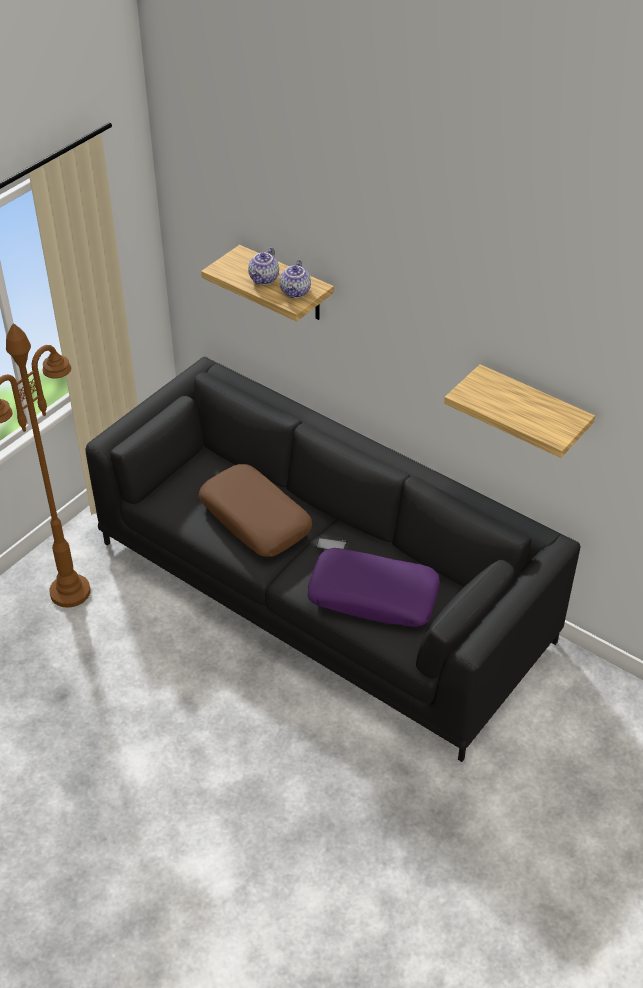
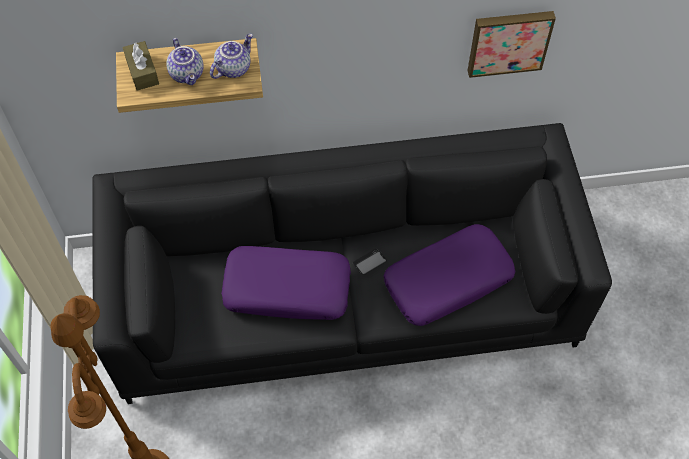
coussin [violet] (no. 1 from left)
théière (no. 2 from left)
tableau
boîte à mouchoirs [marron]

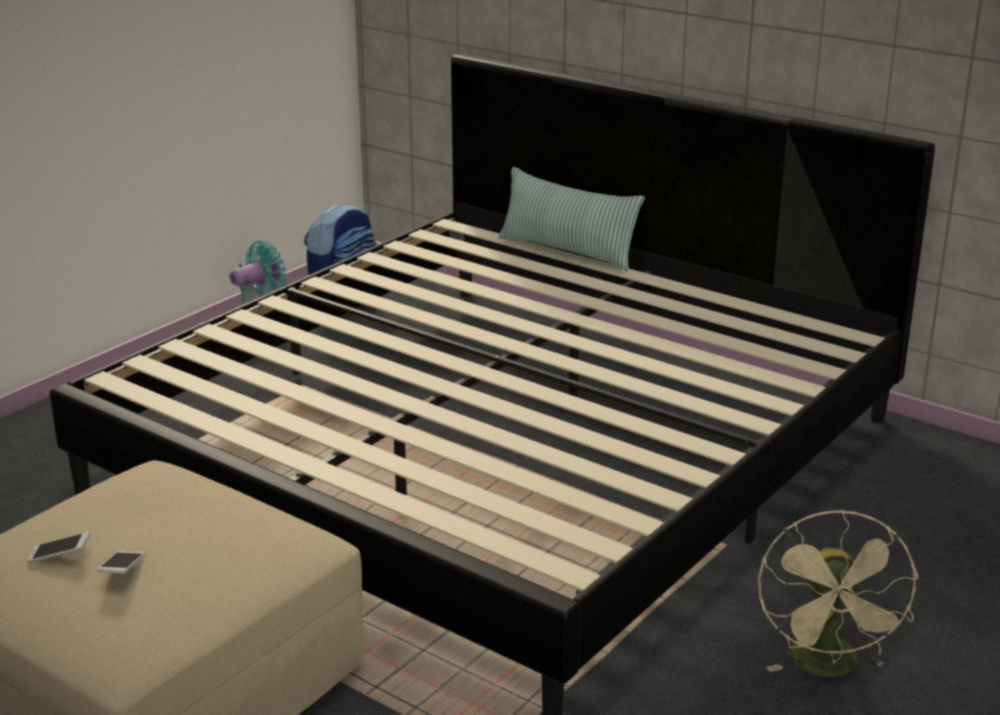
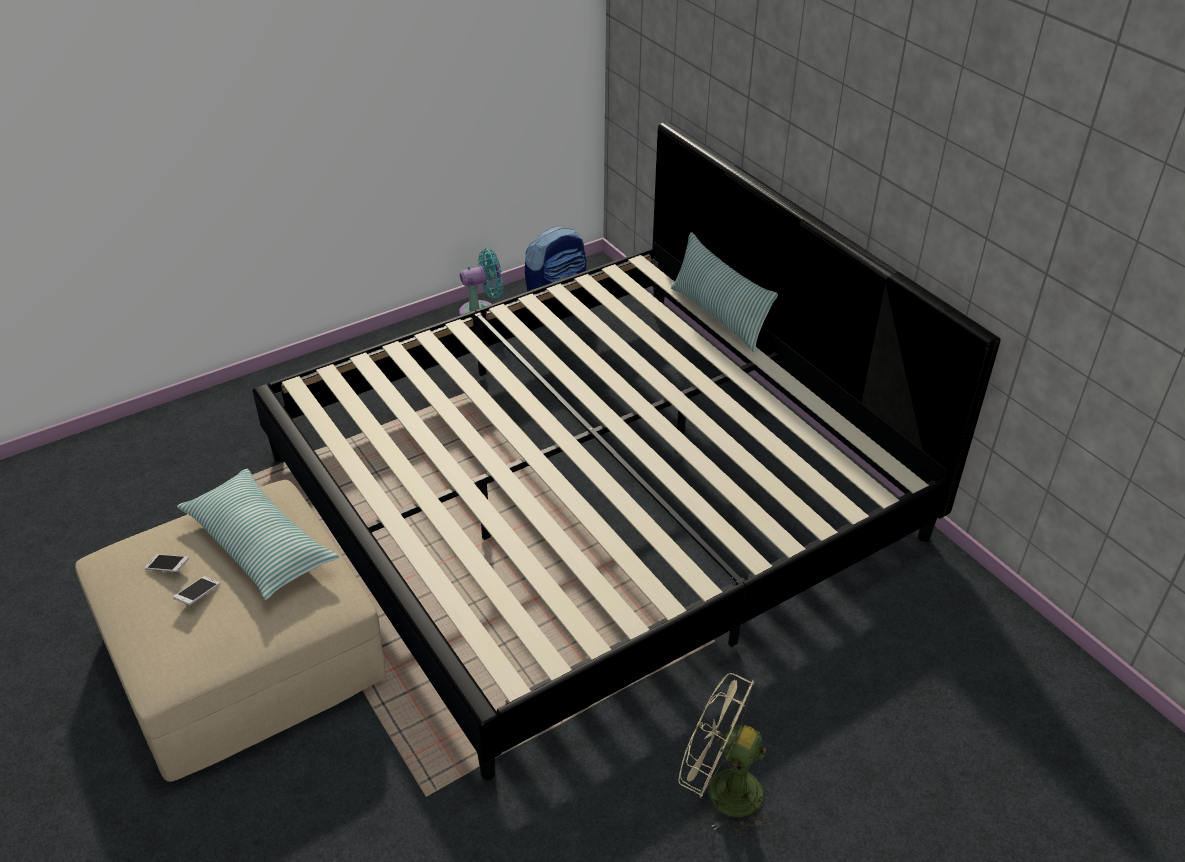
ventilateur [beige]
coussin (no. 1 from left)

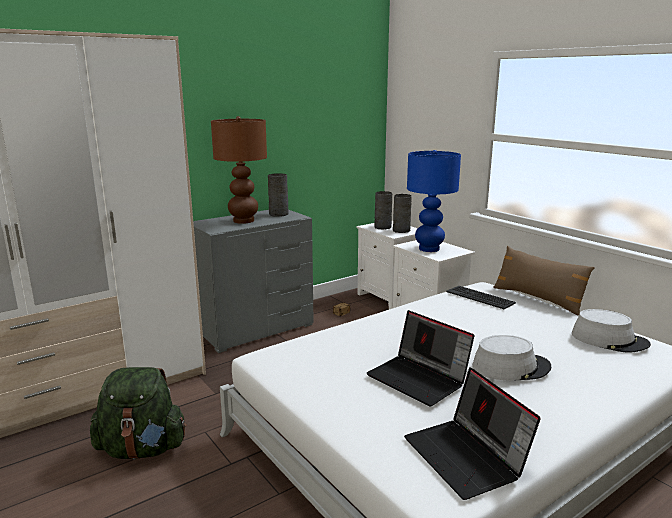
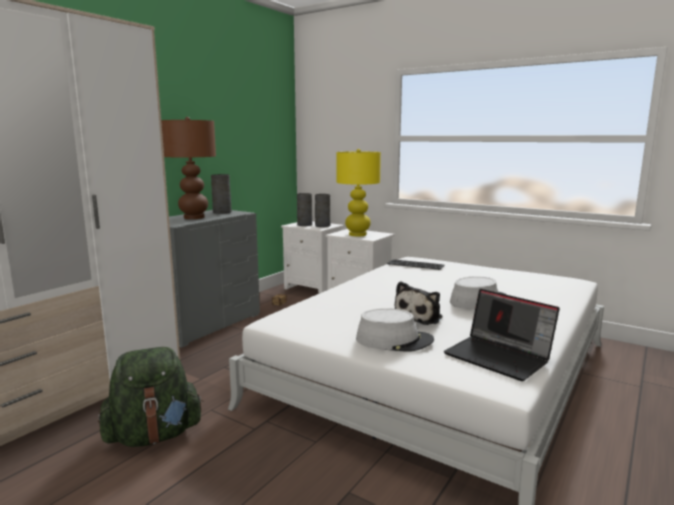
peluche
lampe de table [jaune]
coussin [marron]
chapeau [gris] (no. 1 from left)

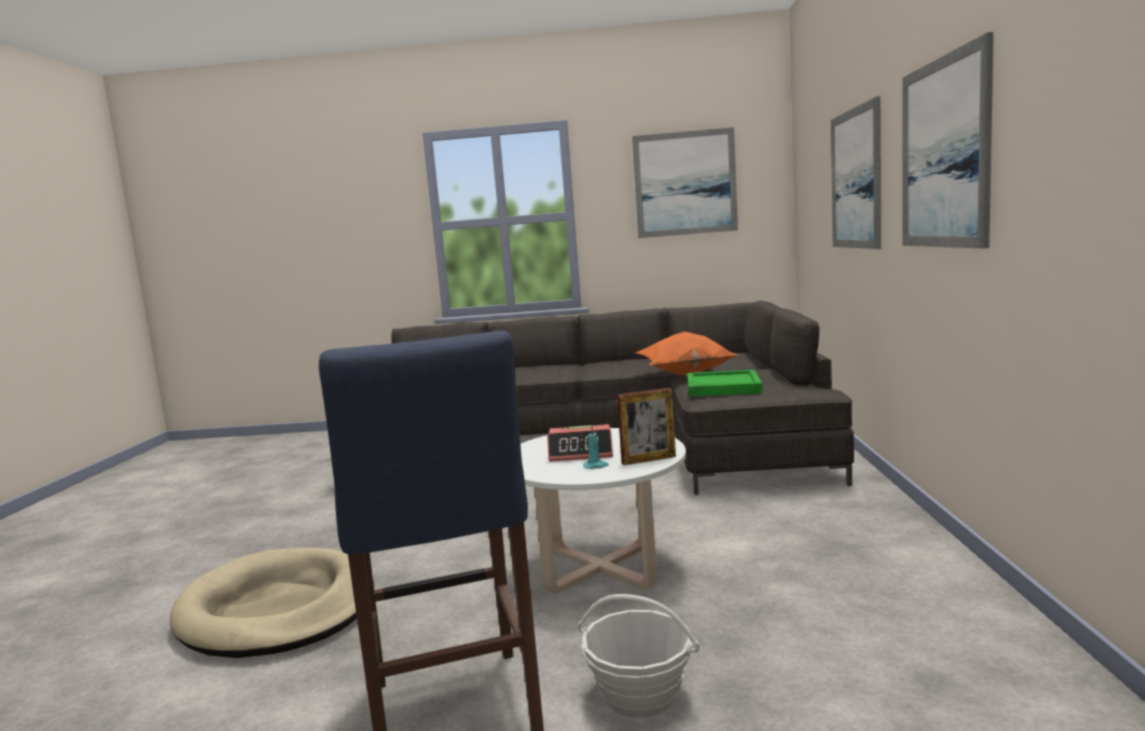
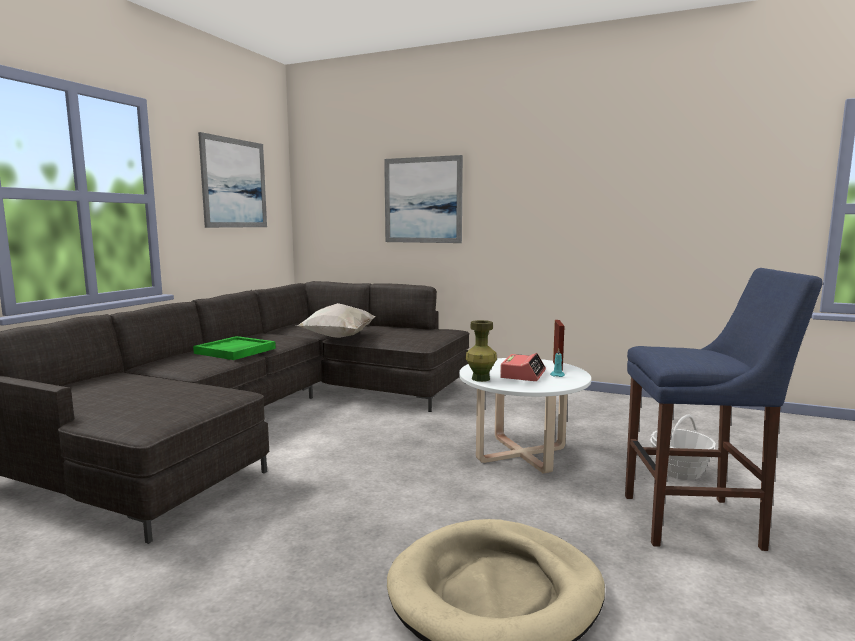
coussin [blanc]
plateau [vert]
tableau (no. 3 from left in the first image)
vase [vert]

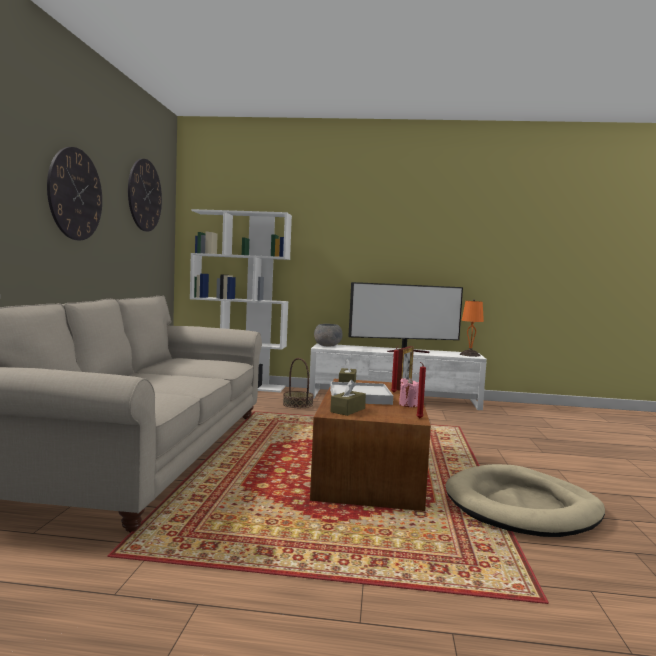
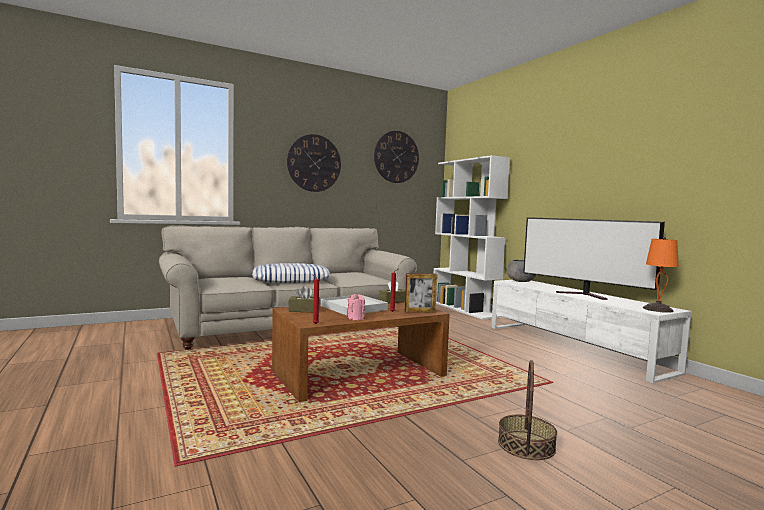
panier
panier pour chien [beige]
coussin

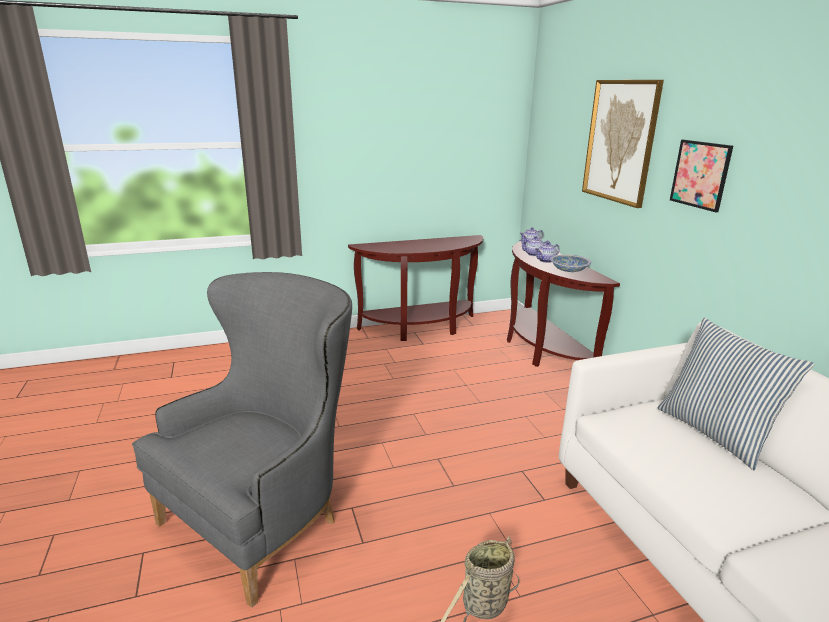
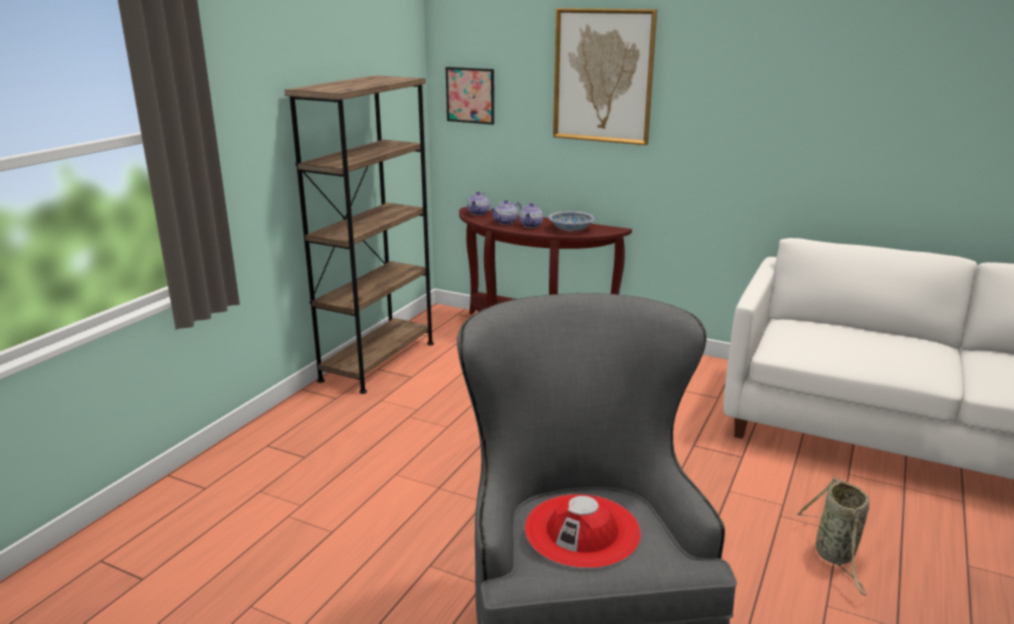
bibliothèque [marron]
coussin
tableau (no. 1 from left)
chapeau [rouge]

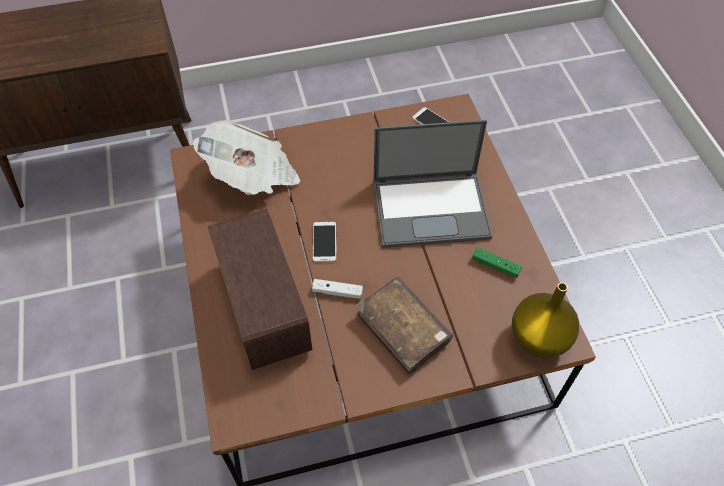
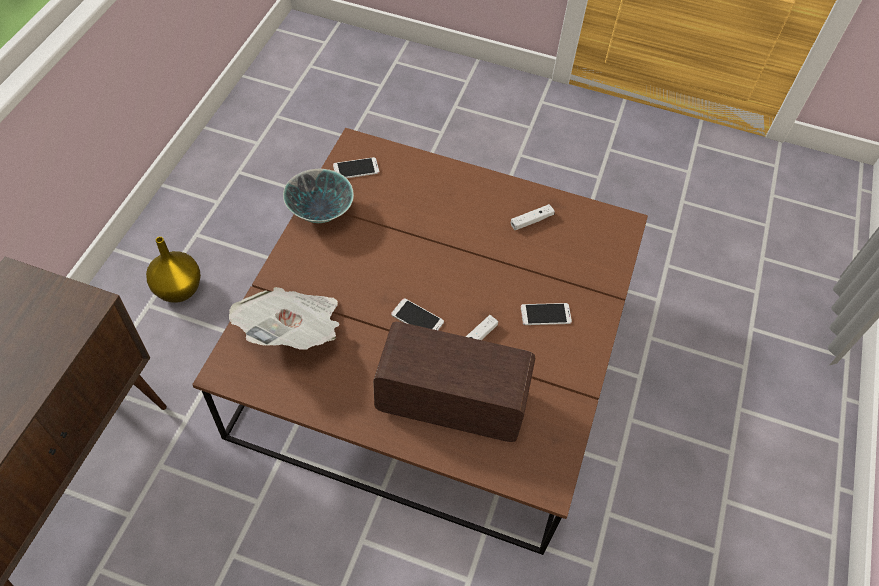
téléphone (no. 3 from left)
ordinateur portable
manette [blanc] (no. 2 from left)
vase [jaune]
bol

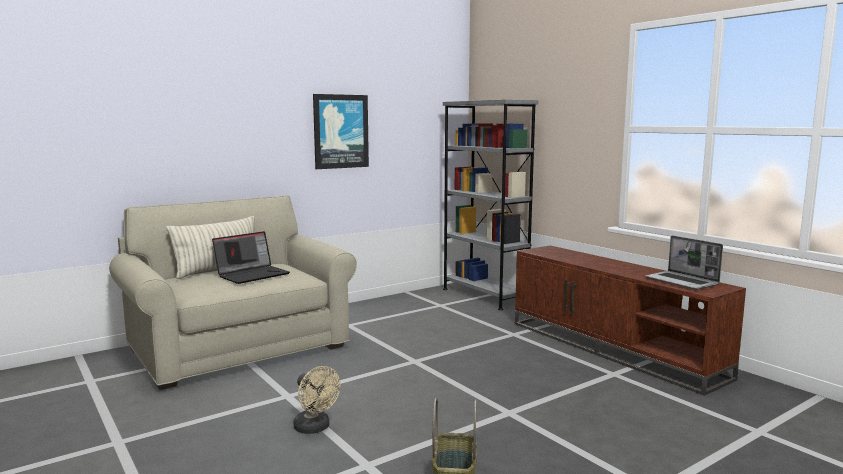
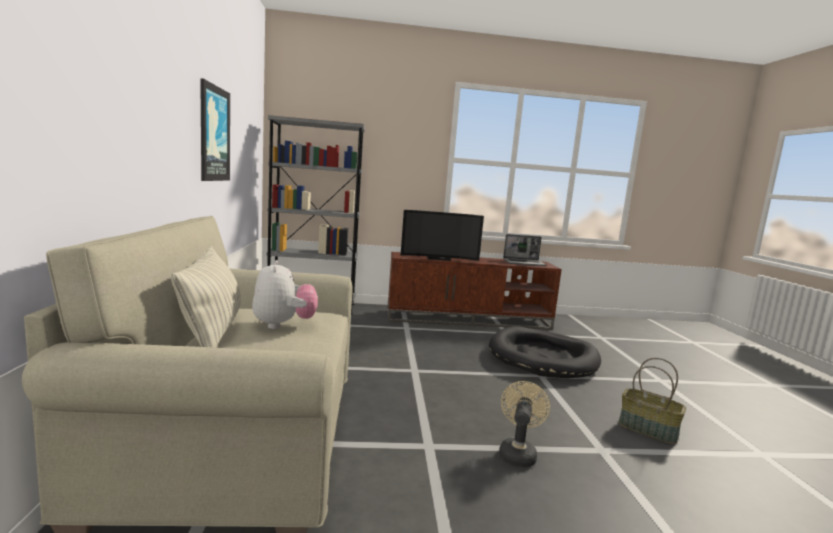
peluche
ventilateur [beige]
téléviseur
panier pour chien [noir]

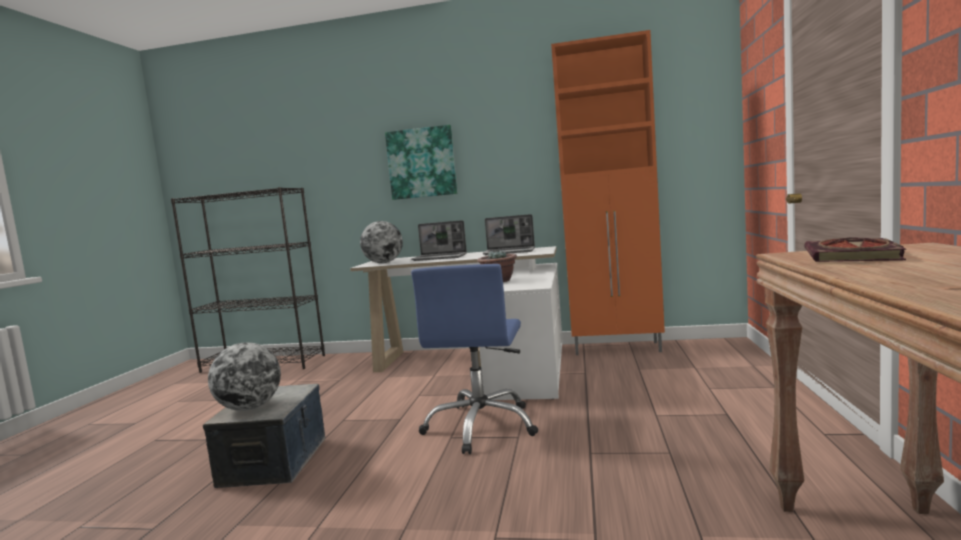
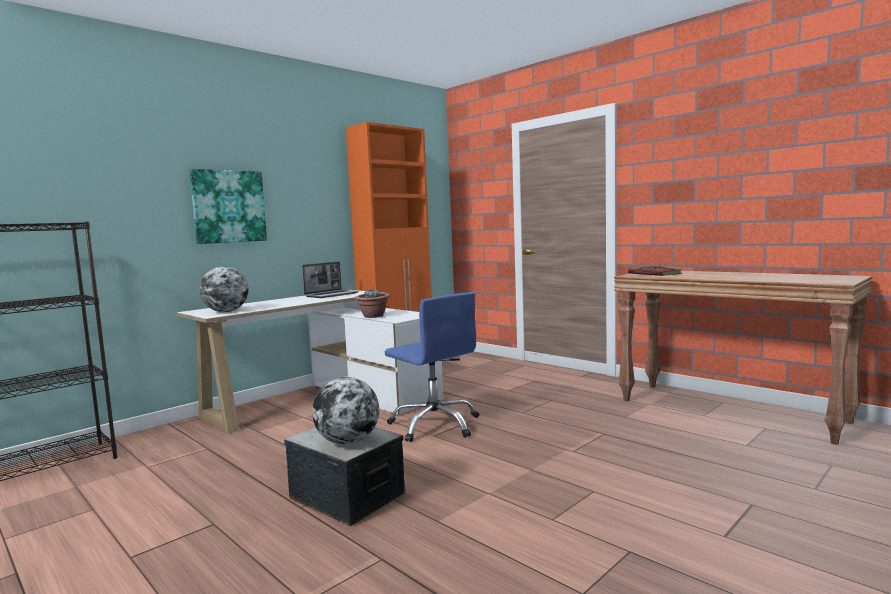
ordinateur portable (no. 1 from left in the first image)

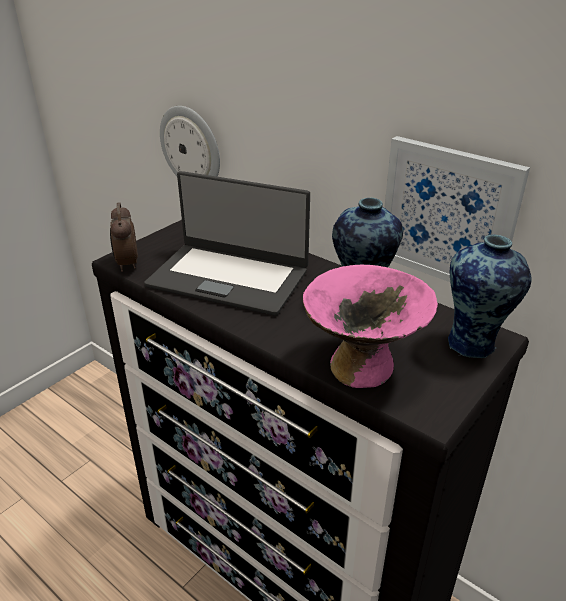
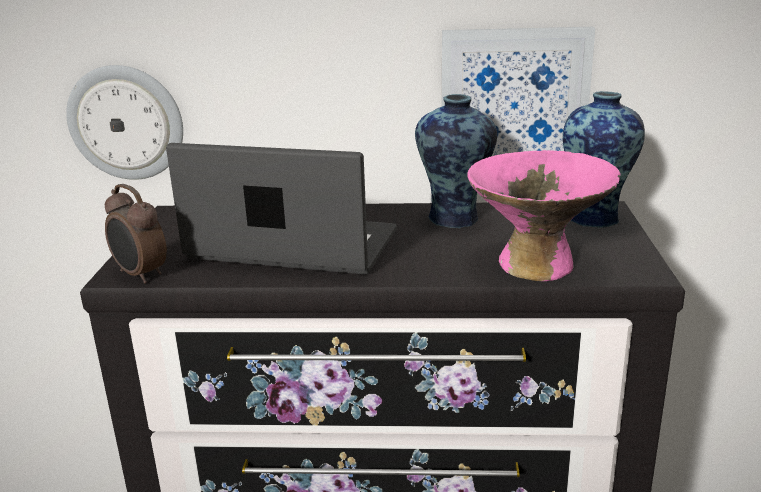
ordinateur portable

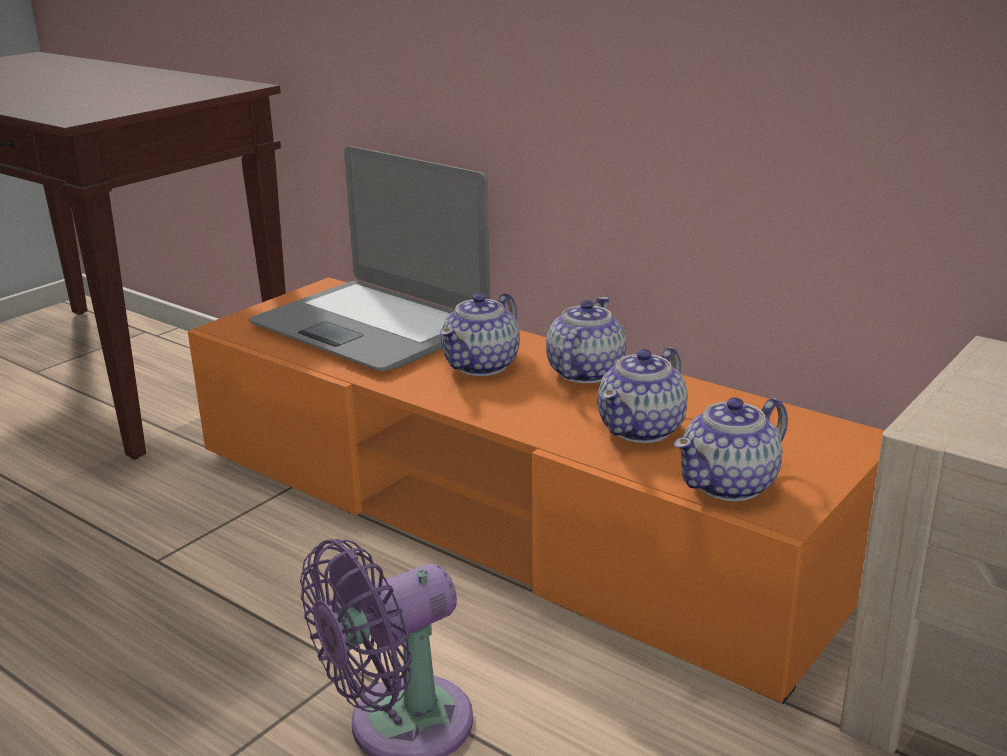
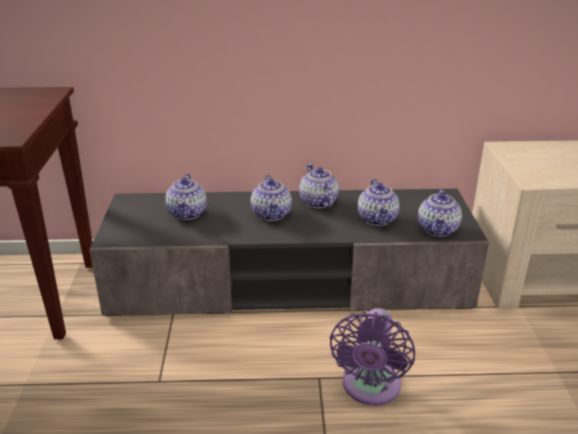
meuble télé [gris]
théière (no. 1 from left)

